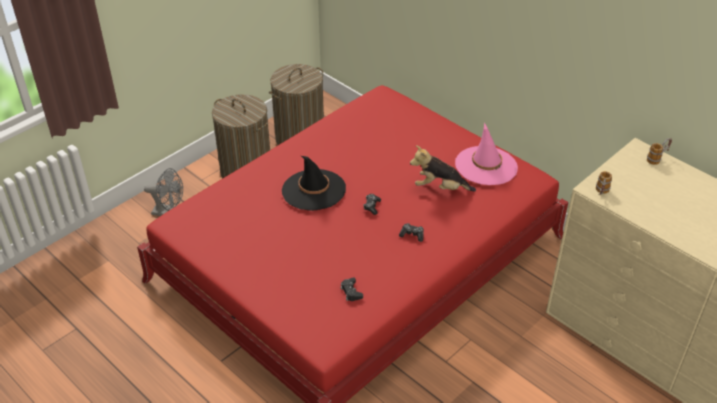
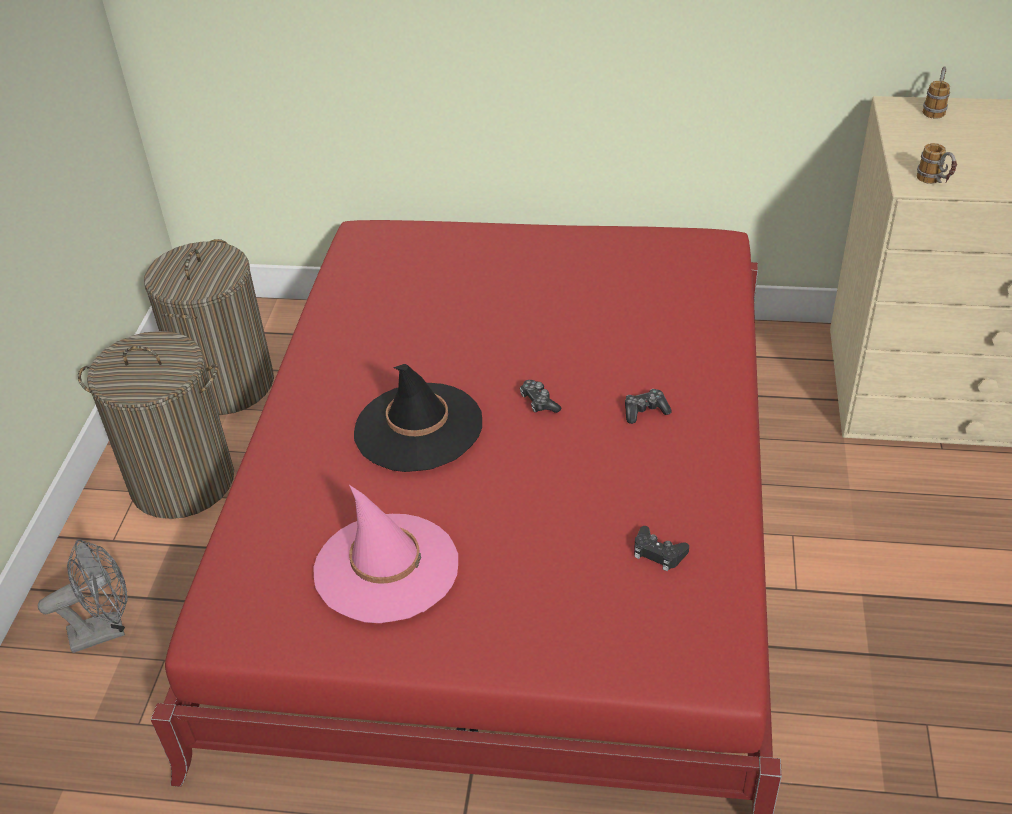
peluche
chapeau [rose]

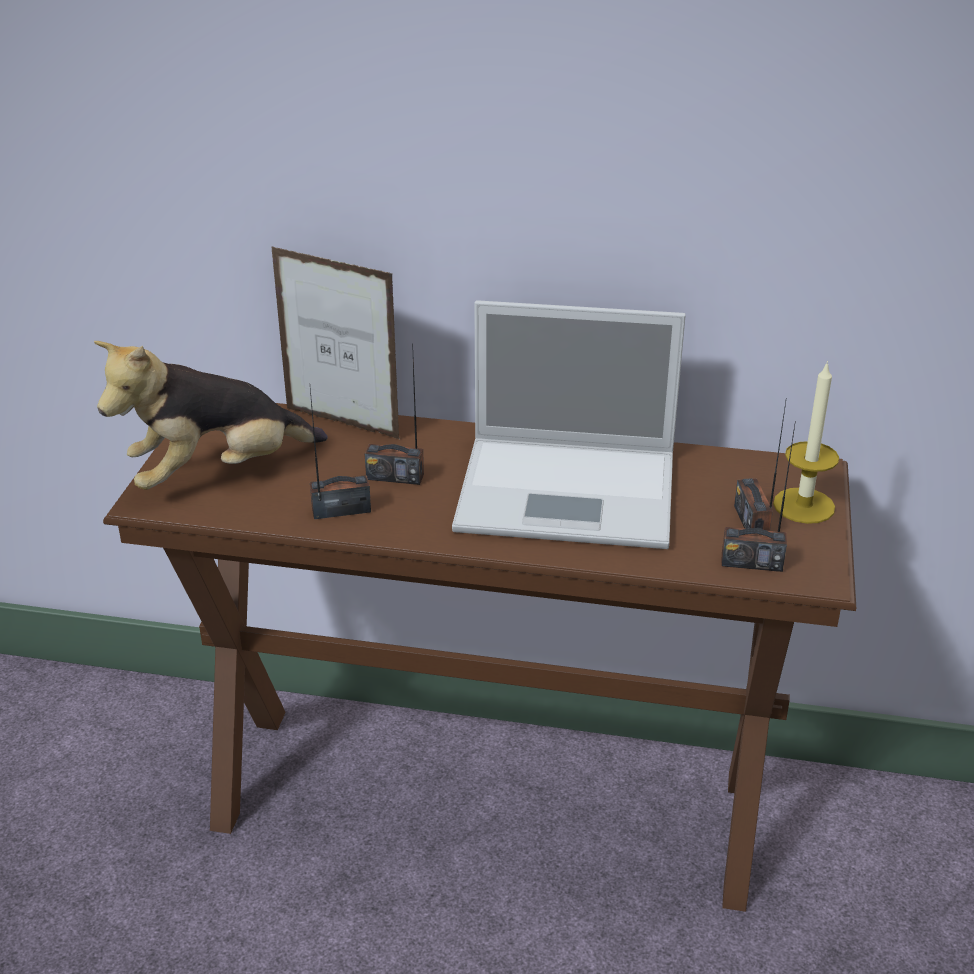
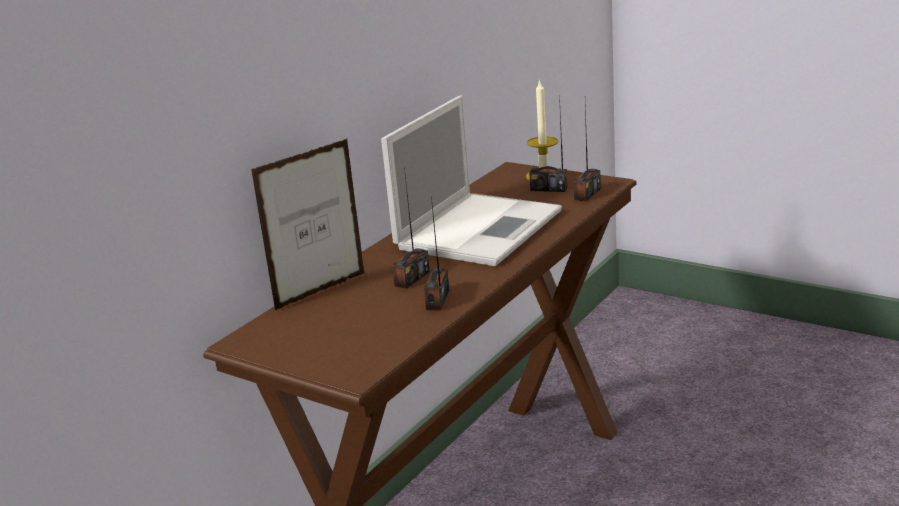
peluche

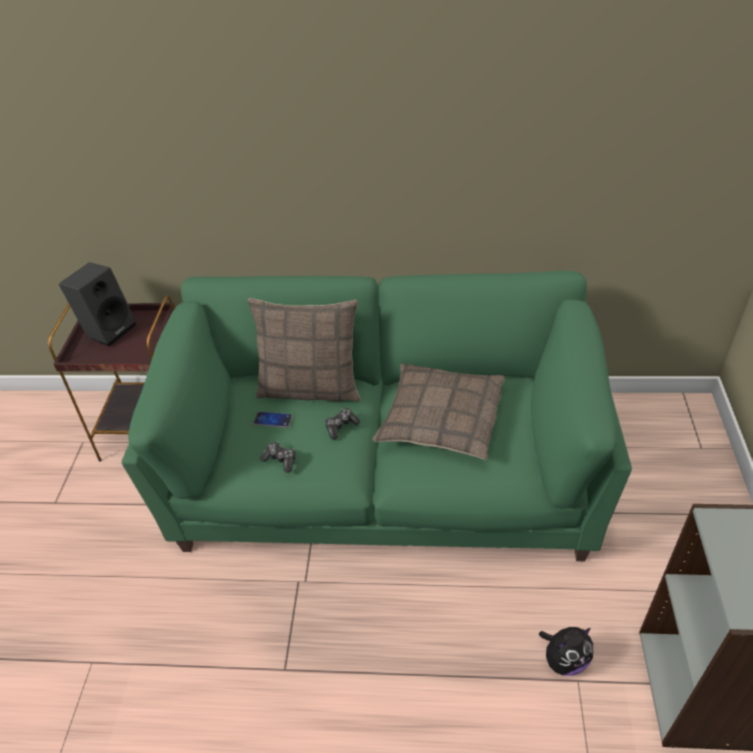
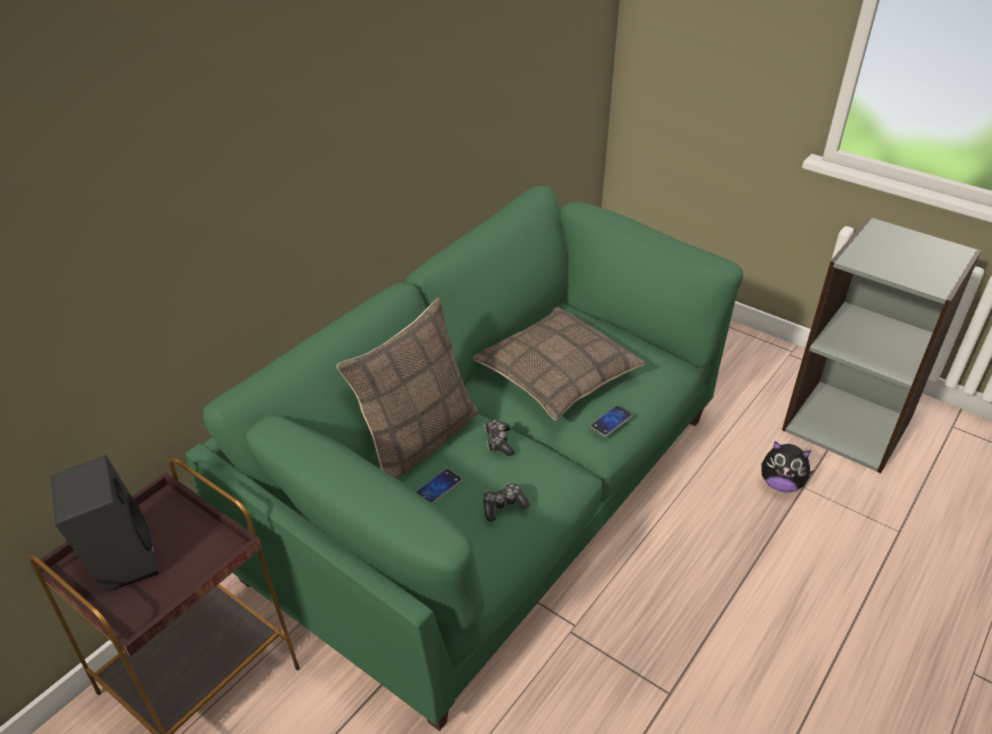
peluche
téléphone (no. 2 from left)

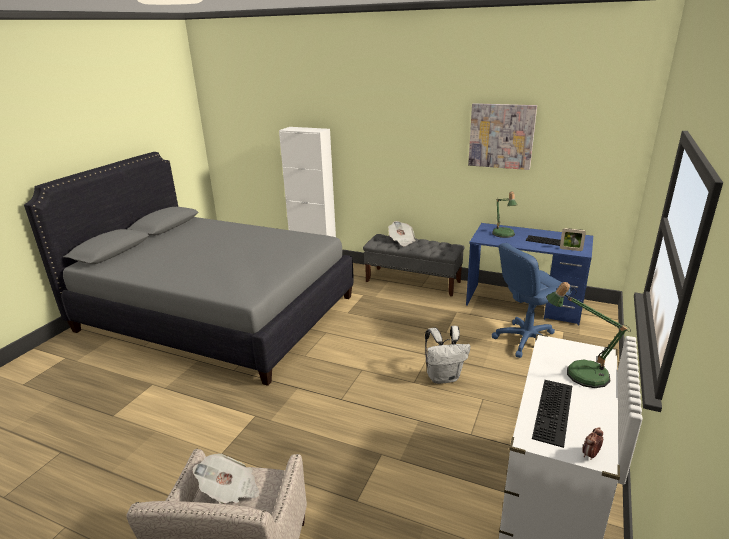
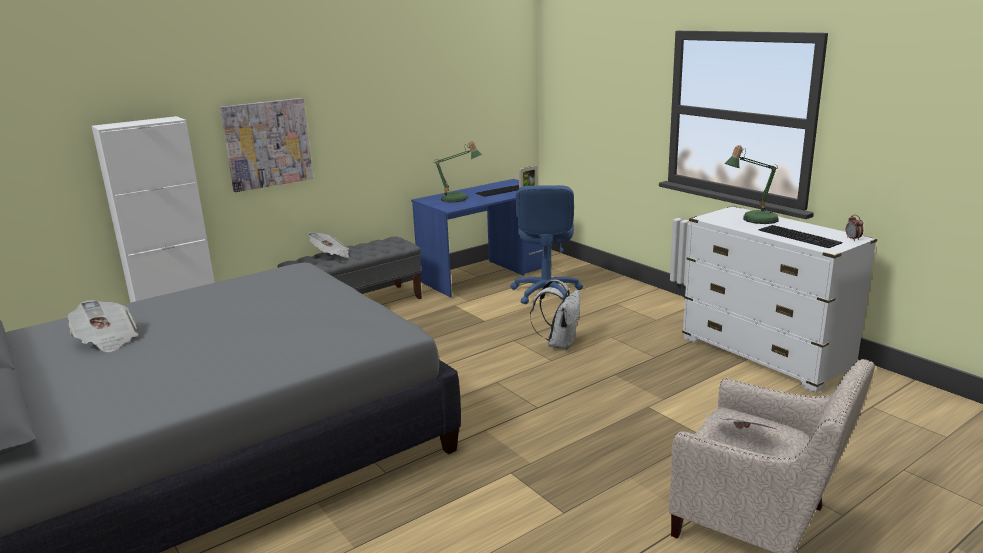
tableau
journal (no. 1 from left)

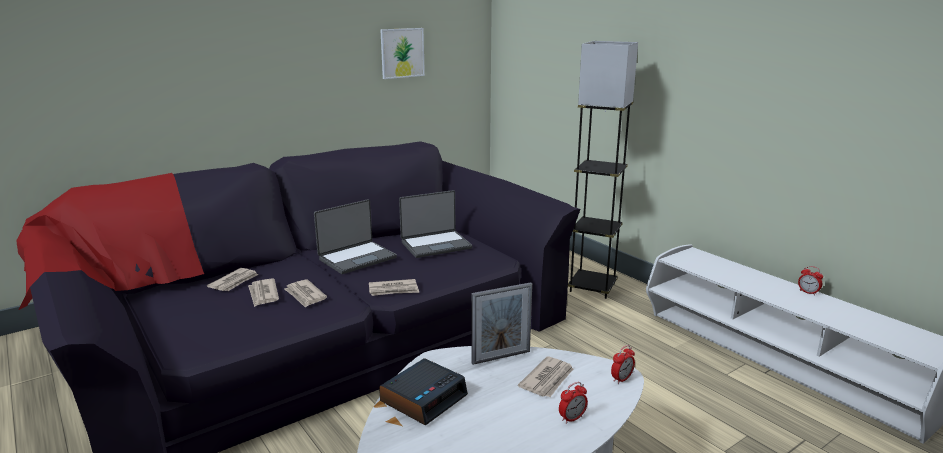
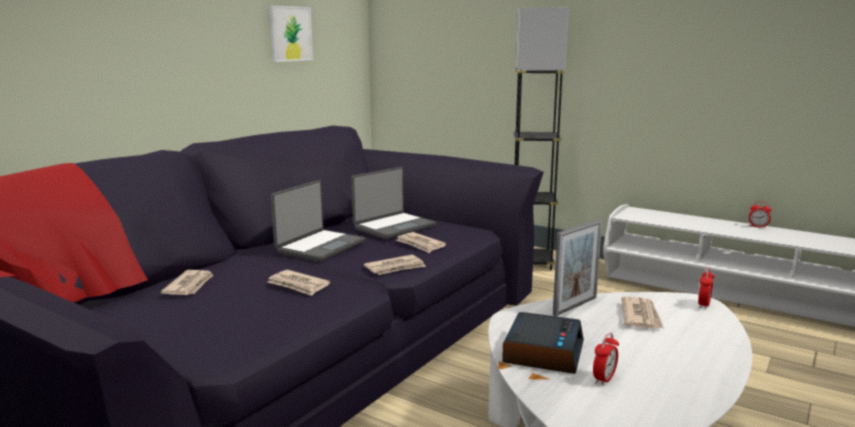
journal (no. 4 from left)
réveil (no. 2 from left)

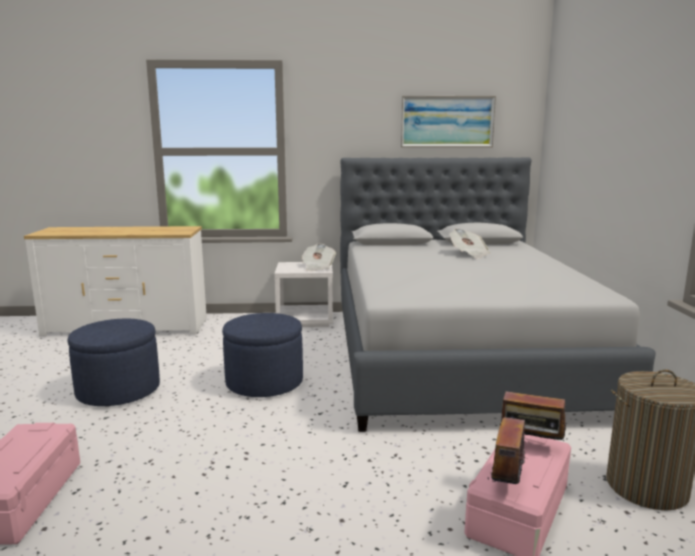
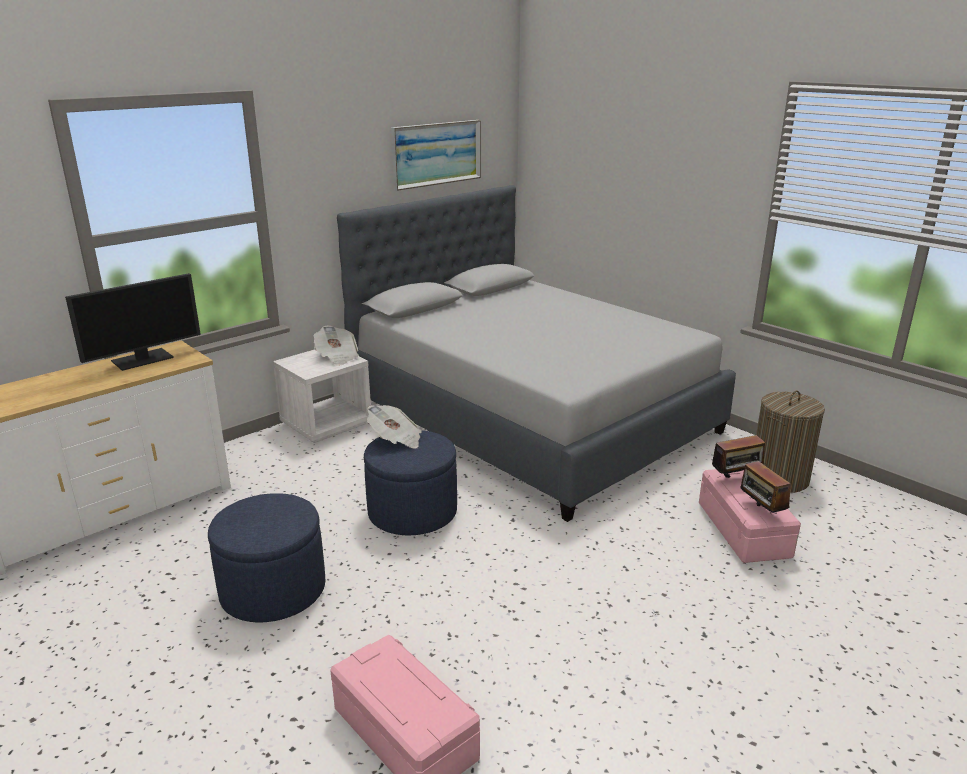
journal (no. 2 from left)
écran d'ordinateur

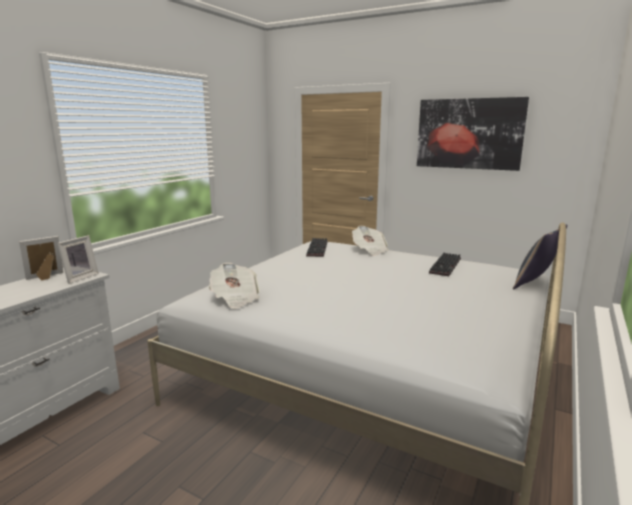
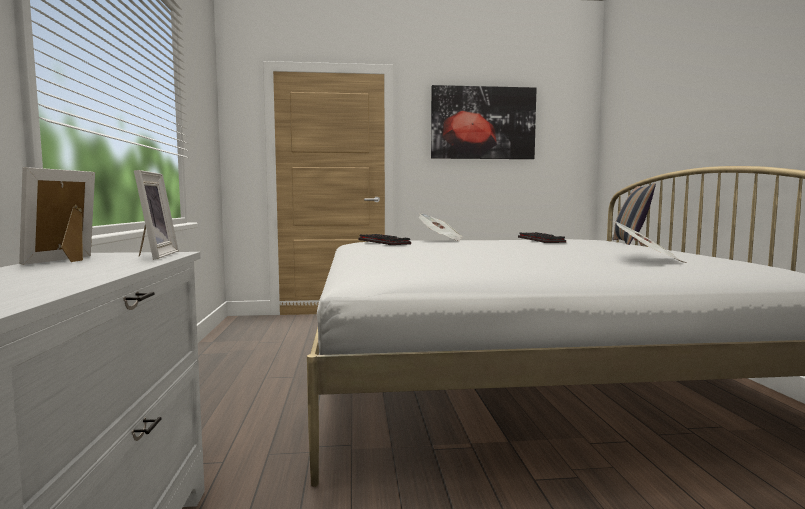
journal (no. 2 from left)

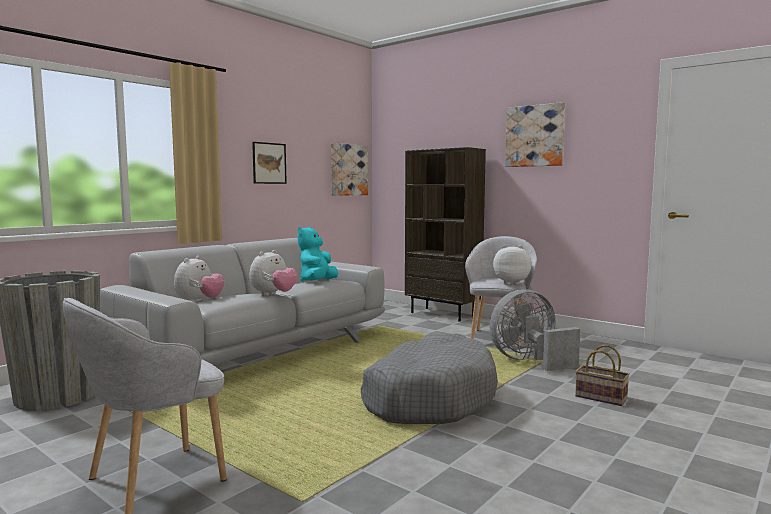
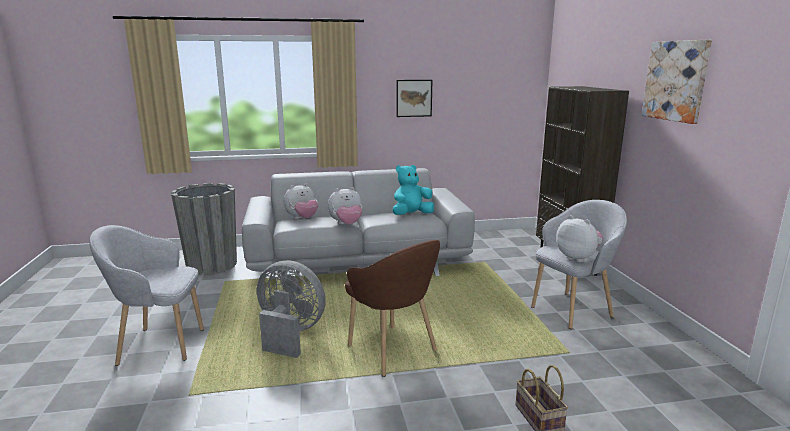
tableau (no. 2 from left in the first image)
fauteuil [marron]
ventilateur [gris]

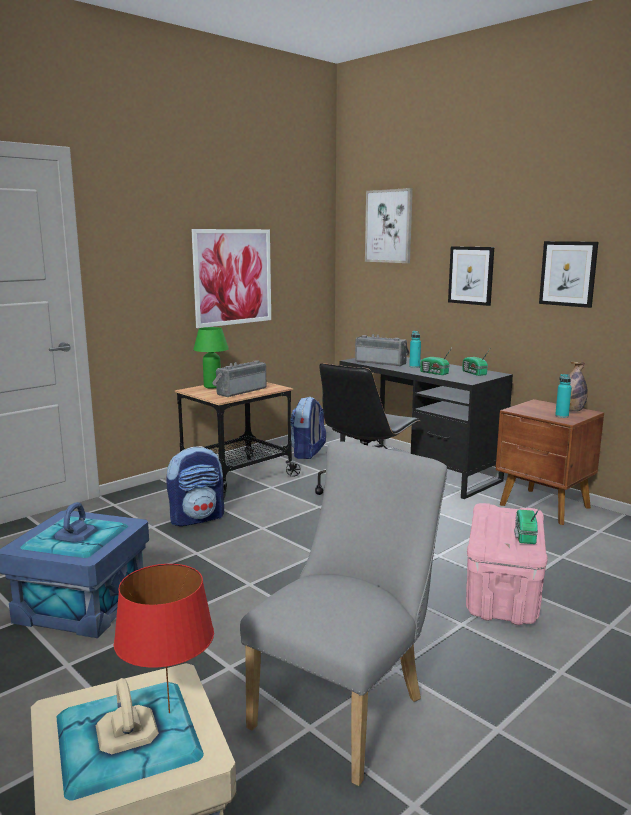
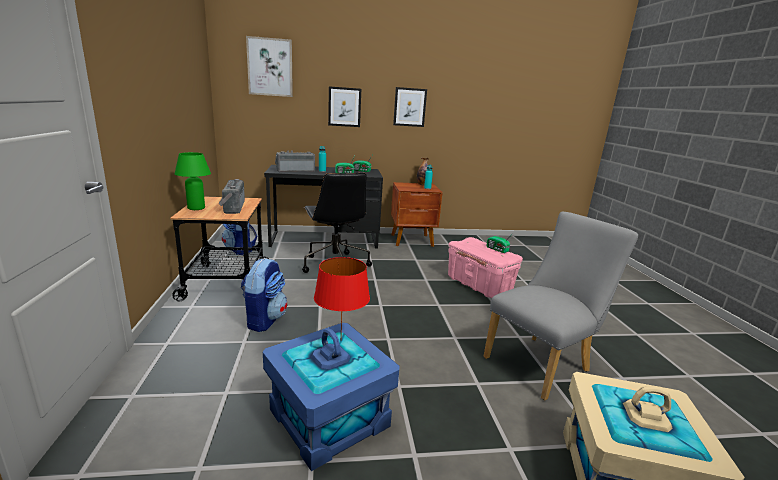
lampe de table [rouge]
tableau (no. 1 from left in the first image)
chaise [gris]

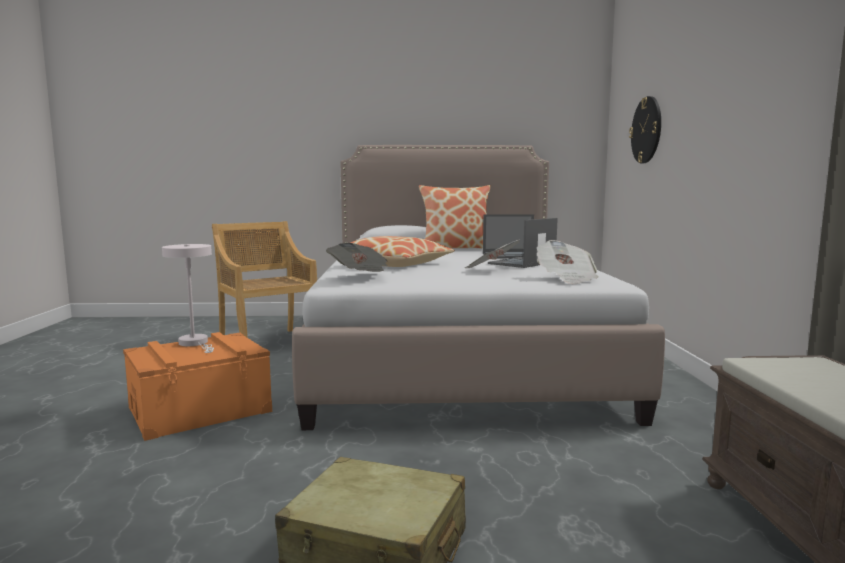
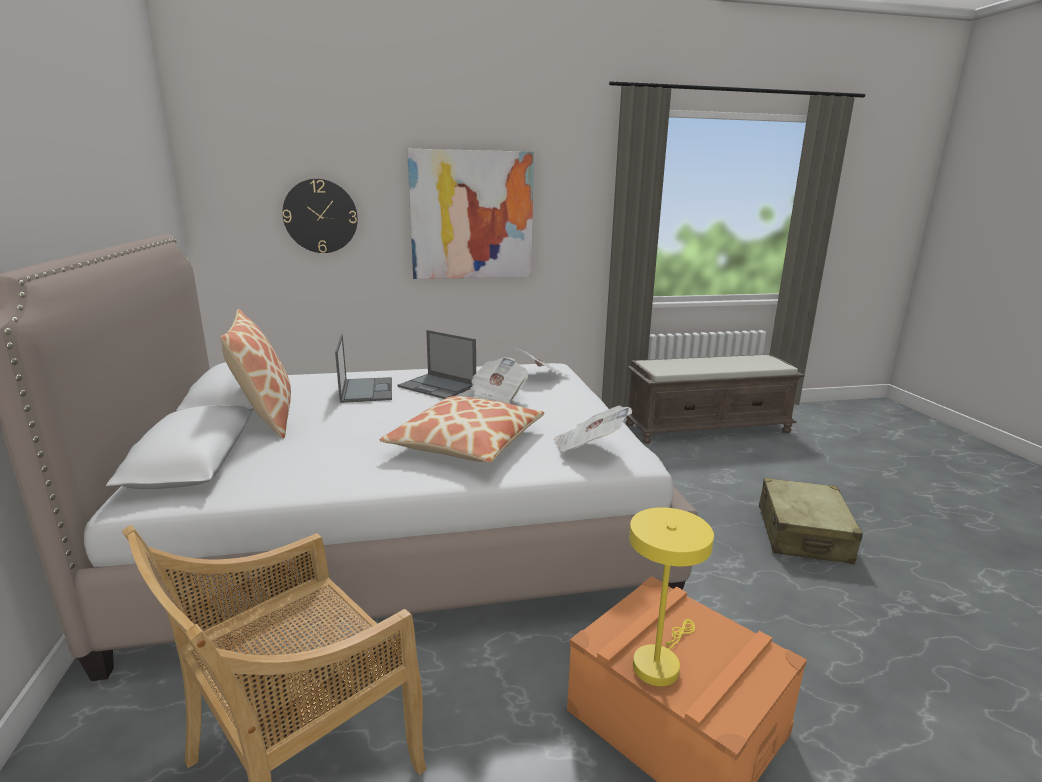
lampe de table [jaune]
tableau

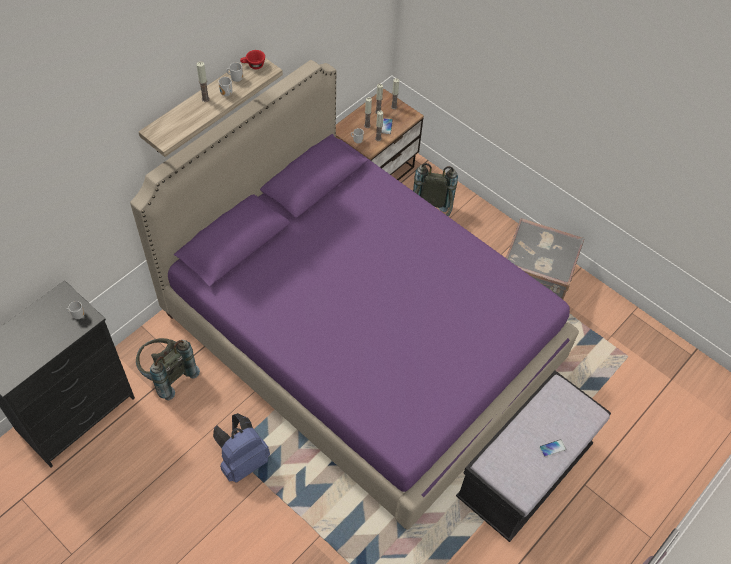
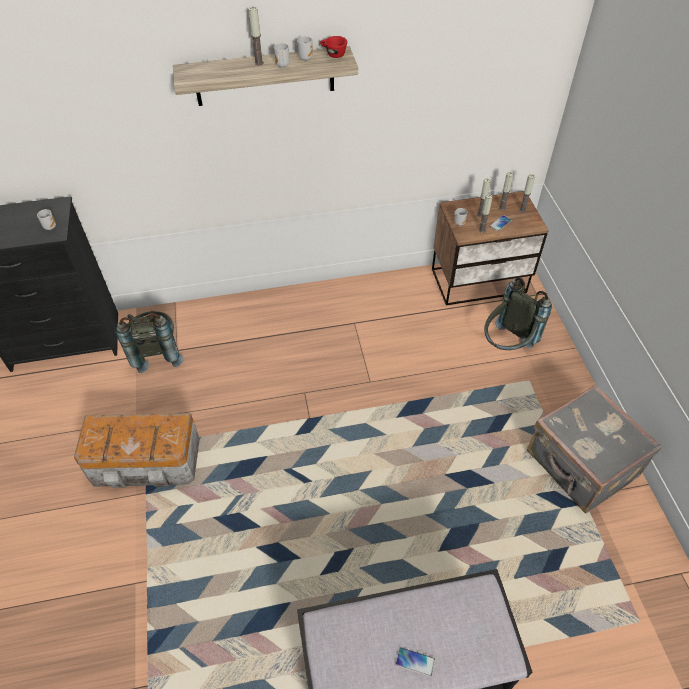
lit [violet]
boîte de rangement

